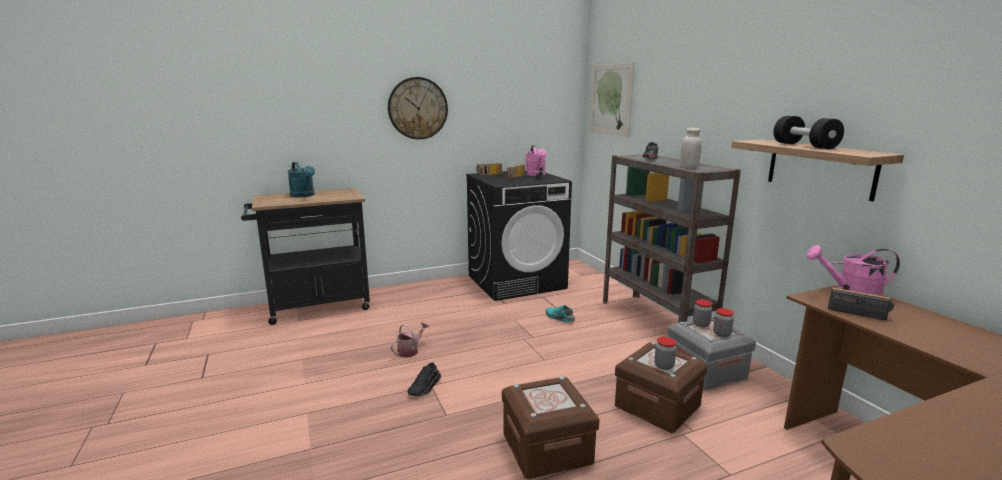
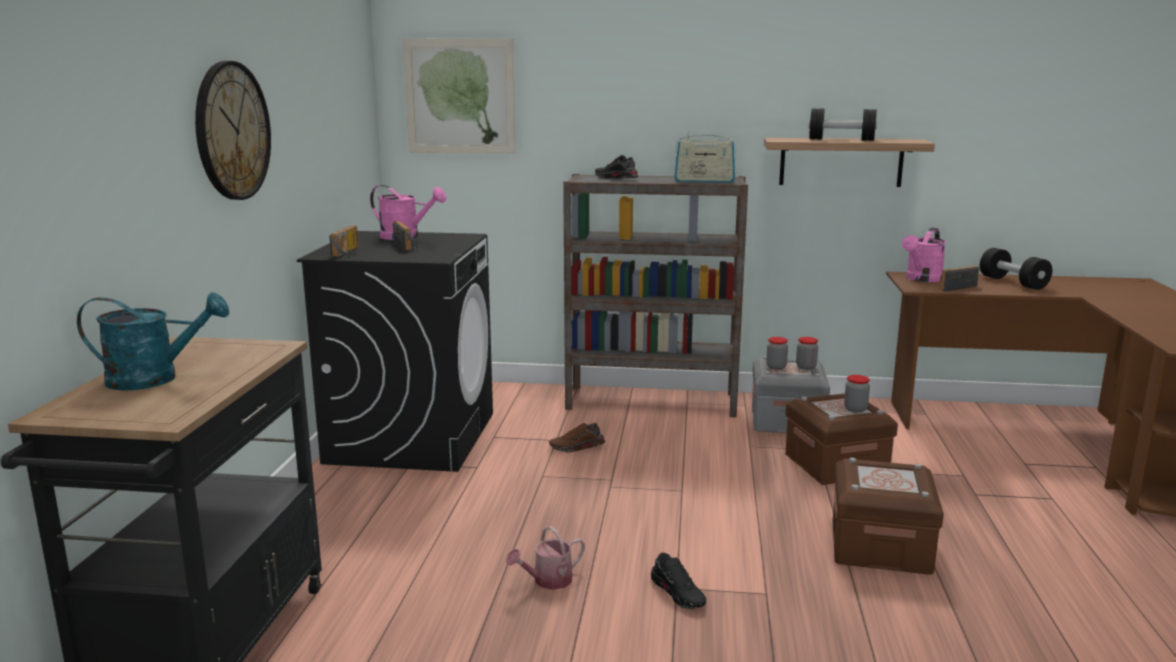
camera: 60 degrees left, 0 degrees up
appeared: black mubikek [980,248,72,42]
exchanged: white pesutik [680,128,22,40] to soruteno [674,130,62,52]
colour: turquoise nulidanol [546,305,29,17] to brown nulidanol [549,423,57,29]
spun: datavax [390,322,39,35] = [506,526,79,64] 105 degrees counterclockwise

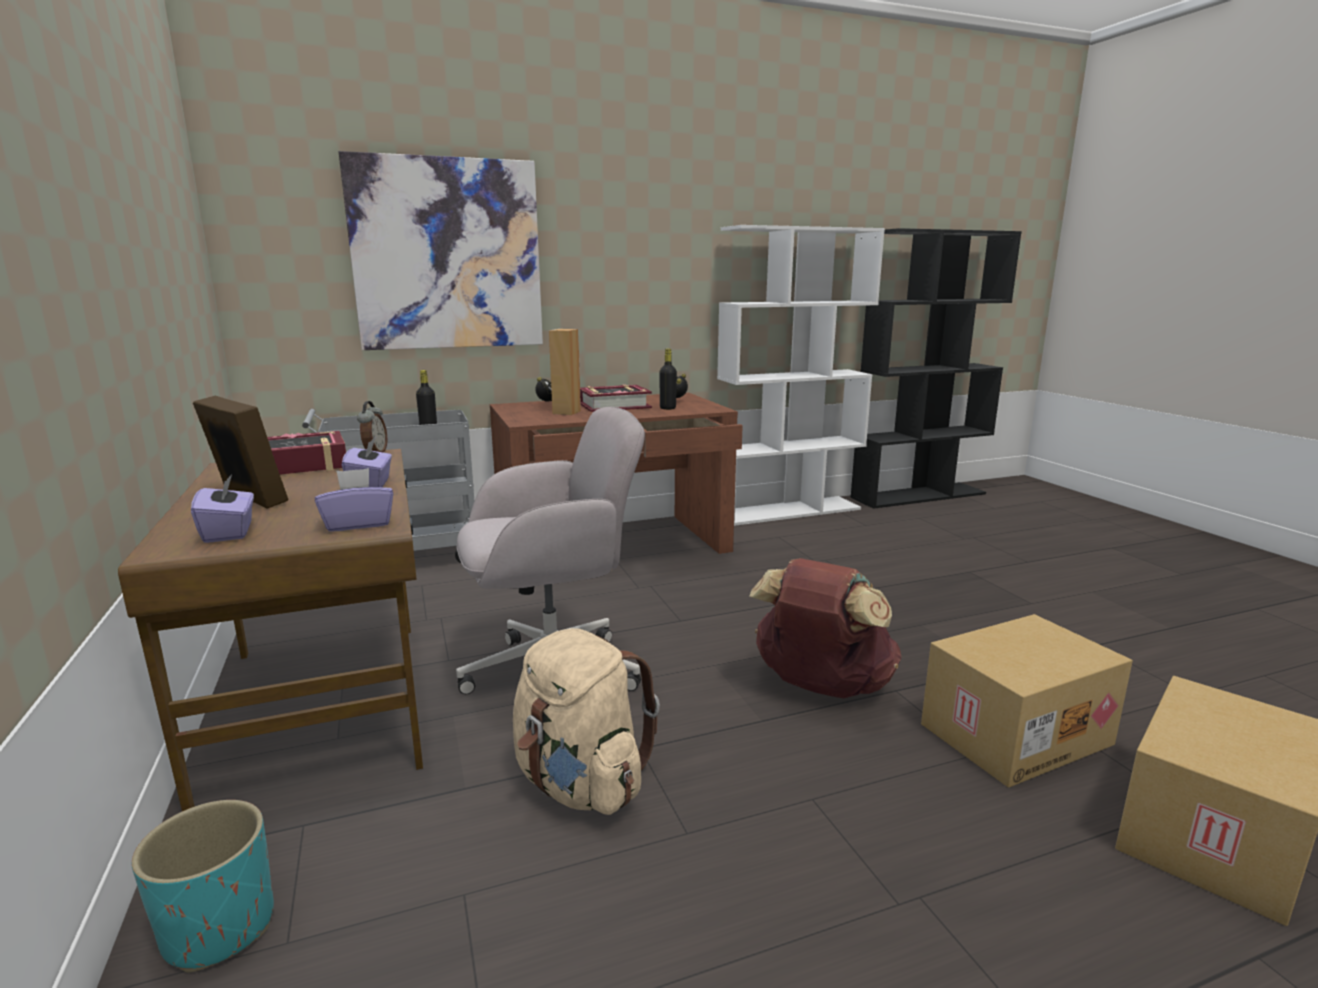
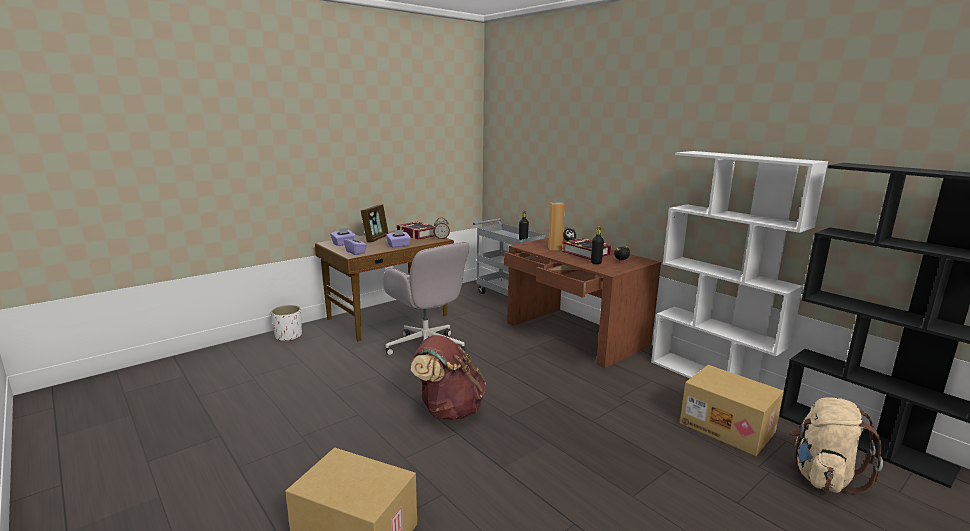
camera: 70 degrees right, 0 degrees up
missing: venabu [339,151,204,199]
relocated: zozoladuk [921,614,212,174] to [680,365,104,91]; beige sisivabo [513,628,147,187] to [790,398,93,96]
colour: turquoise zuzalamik [132,800,142,172] to white zuzalamik [271,305,31,37]

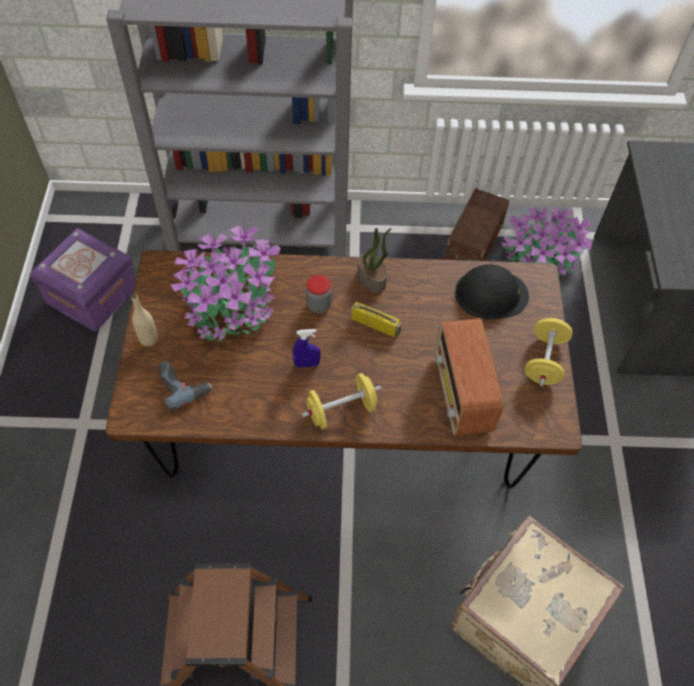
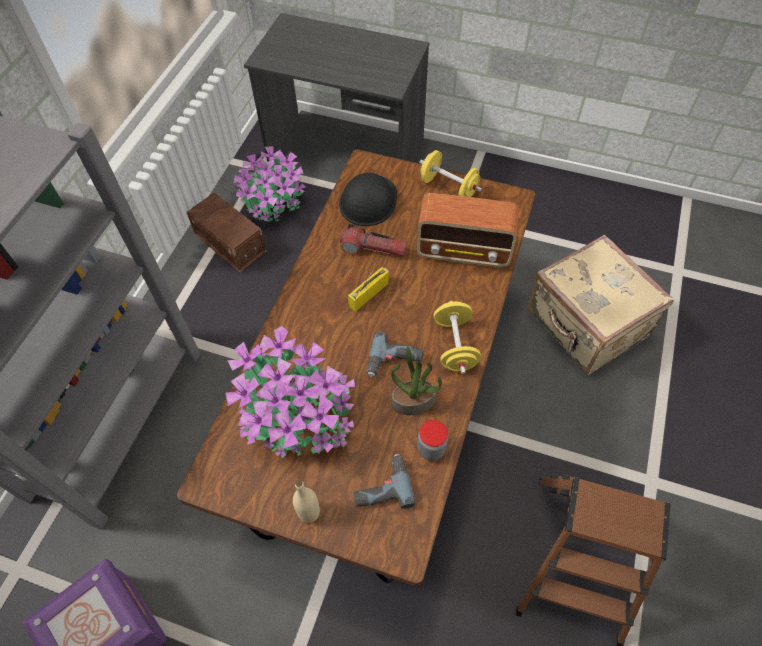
camera: 70 degrees left, 0 degrees up
appeared: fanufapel [340,223,67,34]
relocated: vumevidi [358,228,34,65] to [391,346,51,69]; pesutik [306,275,26,38] to [417,420,31,41]
exchanged: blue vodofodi [293,329,28,38] to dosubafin [367,332,57,45]

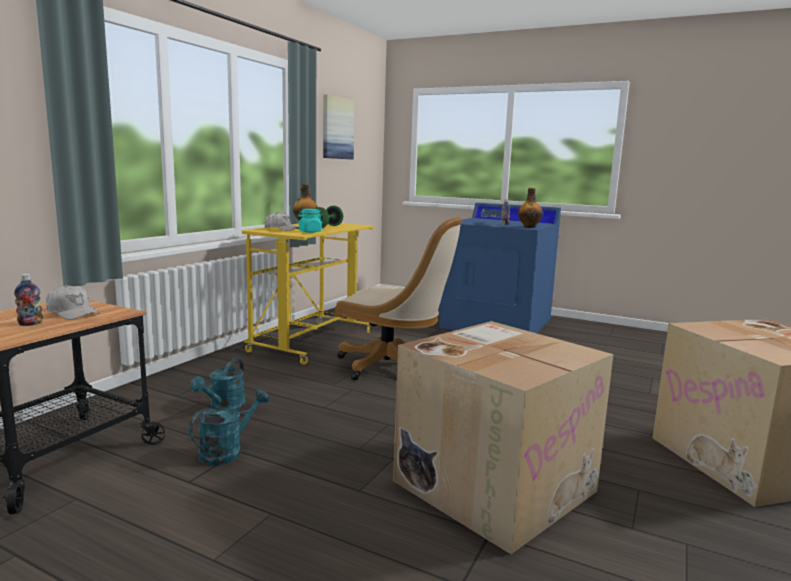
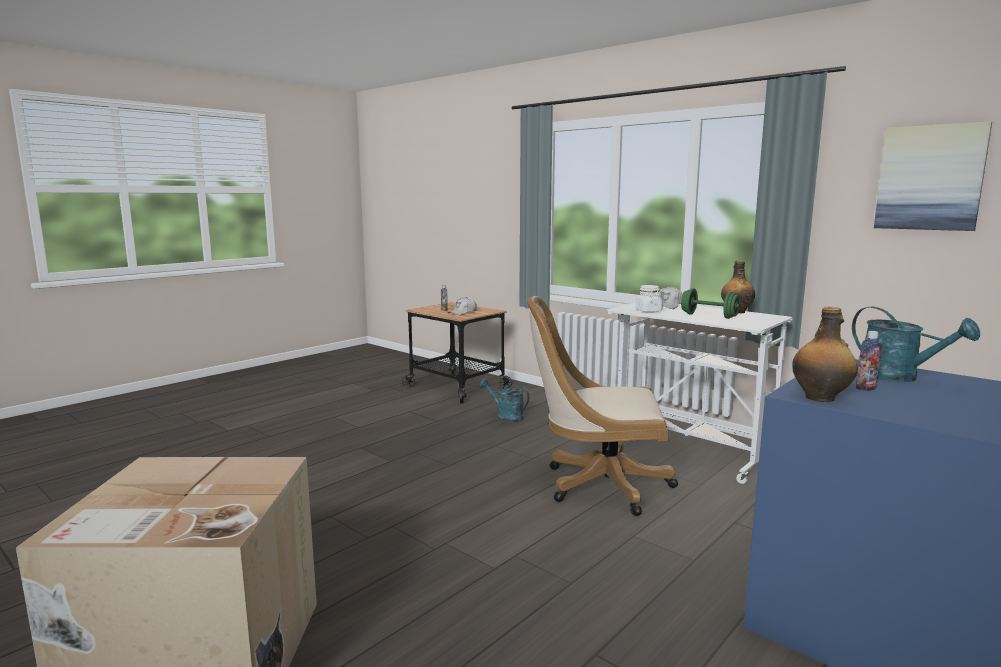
camera: 105 degrees right, 0 degrees up
missing: zozoladuk [393,321,221,233]
relocated: turquoise datavax [189,389,80,77] to [852,307,128,75]
colour: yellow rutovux [242,223,132,142] to white rutovux [607,302,186,182]; turquoise pesutik [298,209,25,24] to white pesutik [635,285,28,28]
spun: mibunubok [334,217,128,163] = [527,296,151,220] 60 degrees clockwise

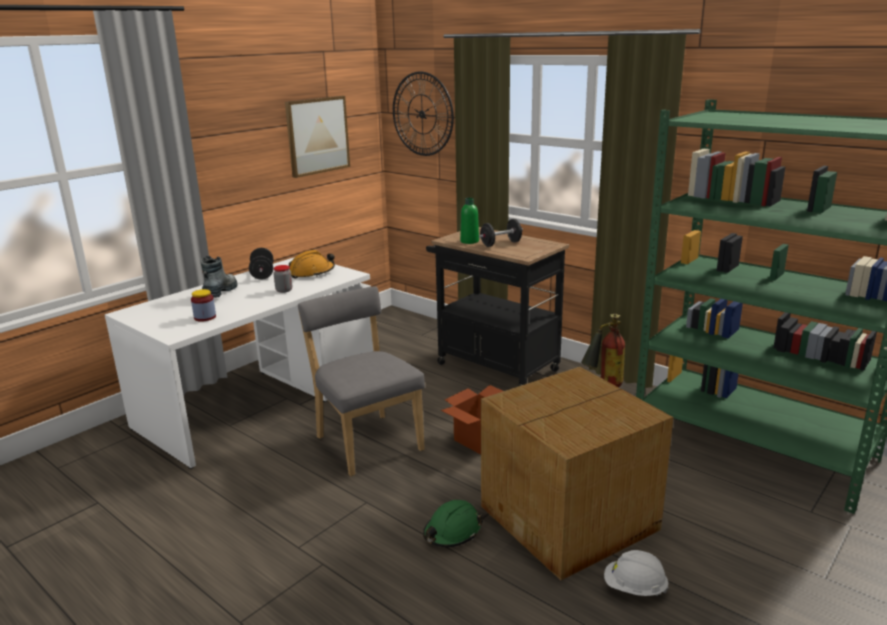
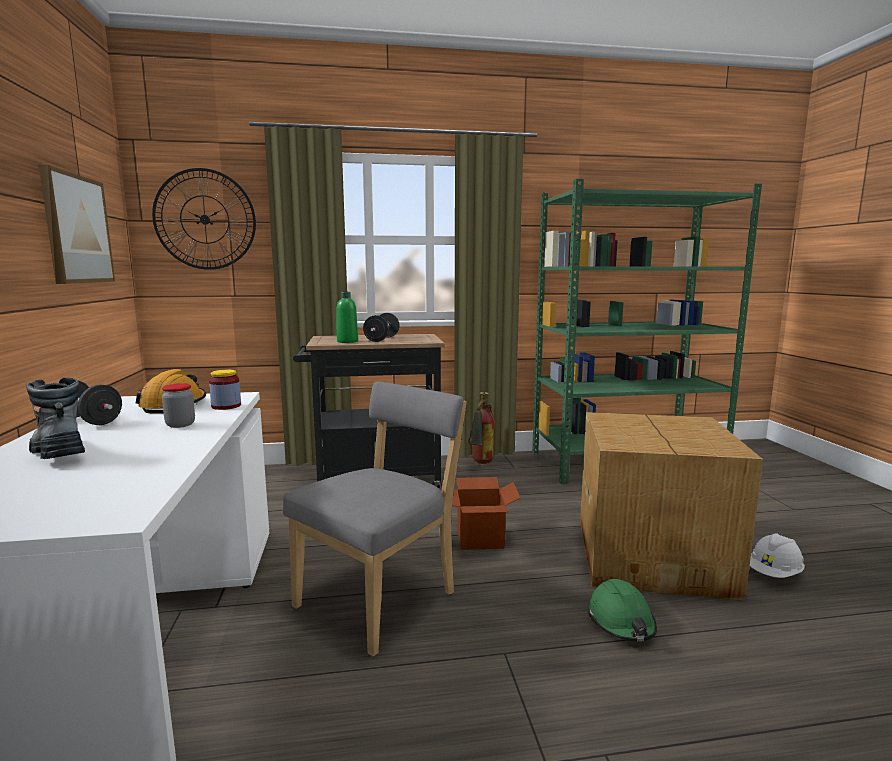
camera: 50 degrees left, 10 degrees down
relocated: pesutik [191,289,25,33] to [209,370,32,40]
spun: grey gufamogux [298,286,127,190] = [283,381,184,275] 120 degrees clockwise

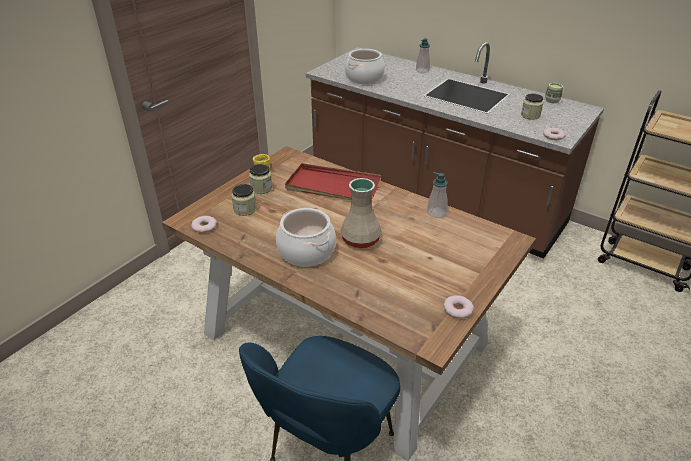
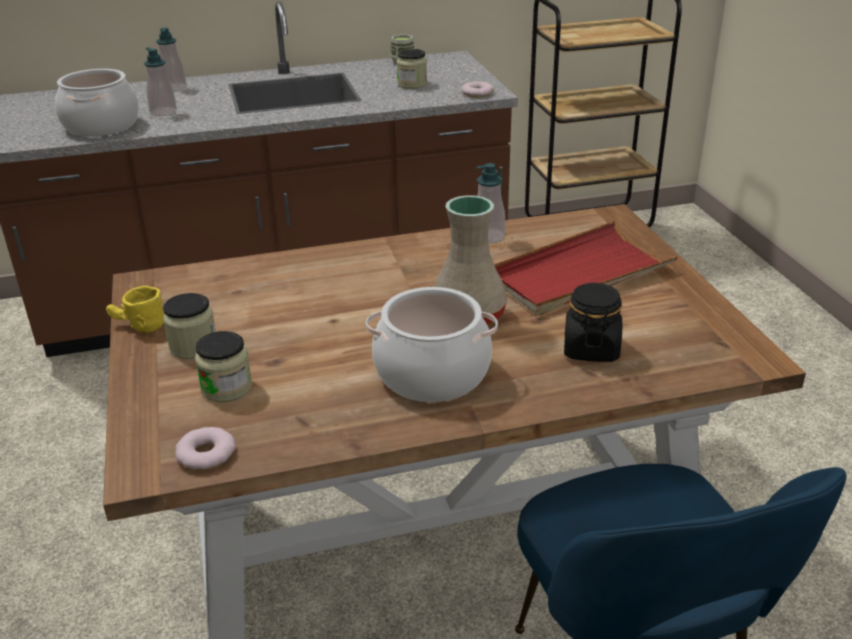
camera: 50 degrees left, 5 degrees down
missing: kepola [443,295,31,23]
appeared: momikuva [144,47,33,70]; black pesutik [564,283,58,79]
relocated: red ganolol [285,163,97,37] to [494,221,184,94]

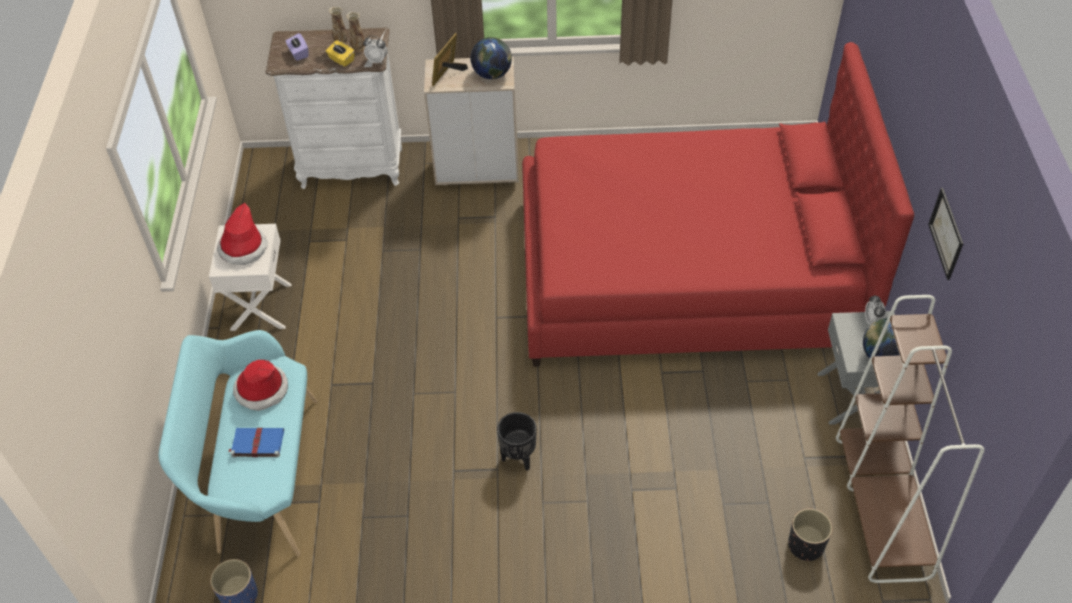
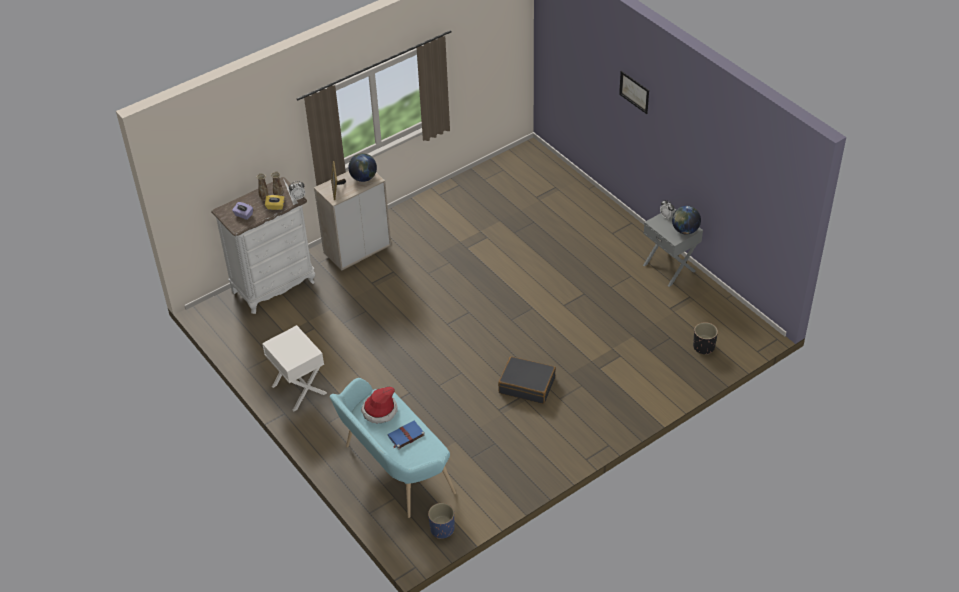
camera: 35 degrees left, 5 degrees down
missing: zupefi [217,203,51,62]; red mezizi [522,42,393,325]; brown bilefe [836,295,149,288]
relocated: venabu [928,188,35,92] to [619,71,30,43]
exchanged: black zuzalamik [497,412,40,58] to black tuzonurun [498,356,58,48]

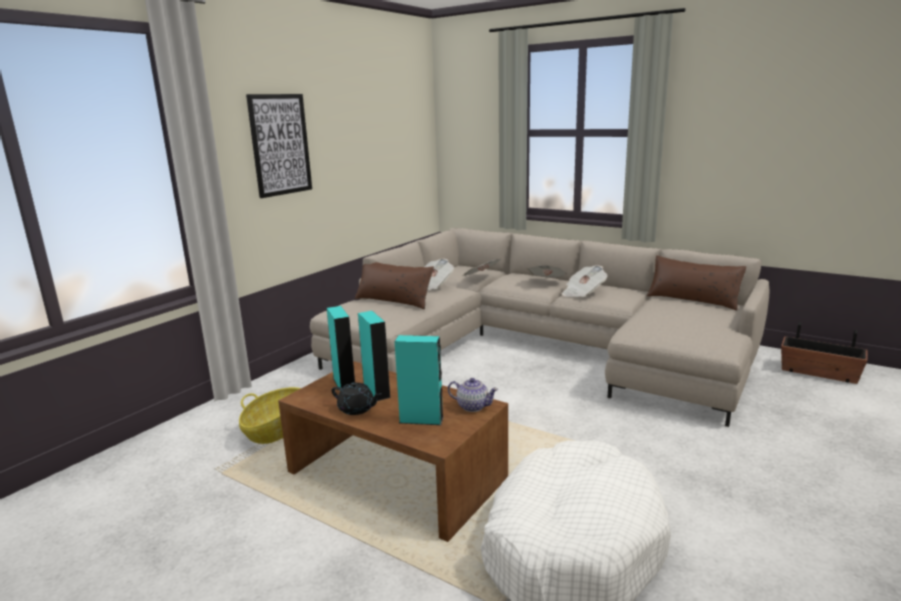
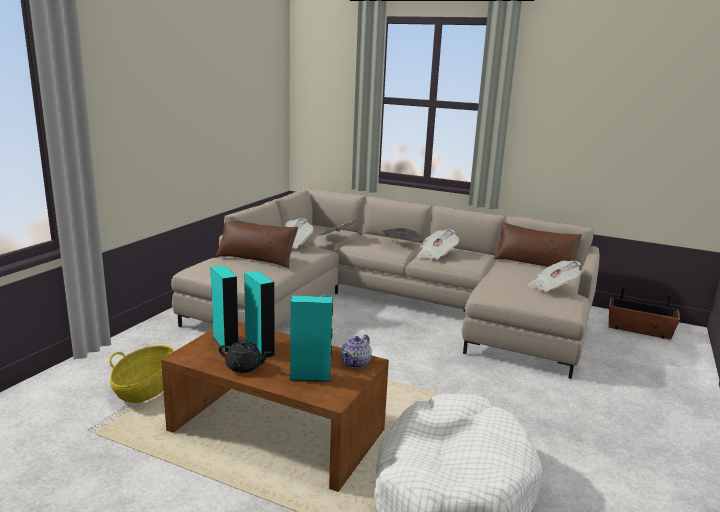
camera: 10 degrees left, 0 degrees up
missing: venabu [246,94,66,104]
appeared: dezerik [528,261,53,31]
spun: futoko [448,378,50,34] = [341,335,31,33] 105 degrees clockwise

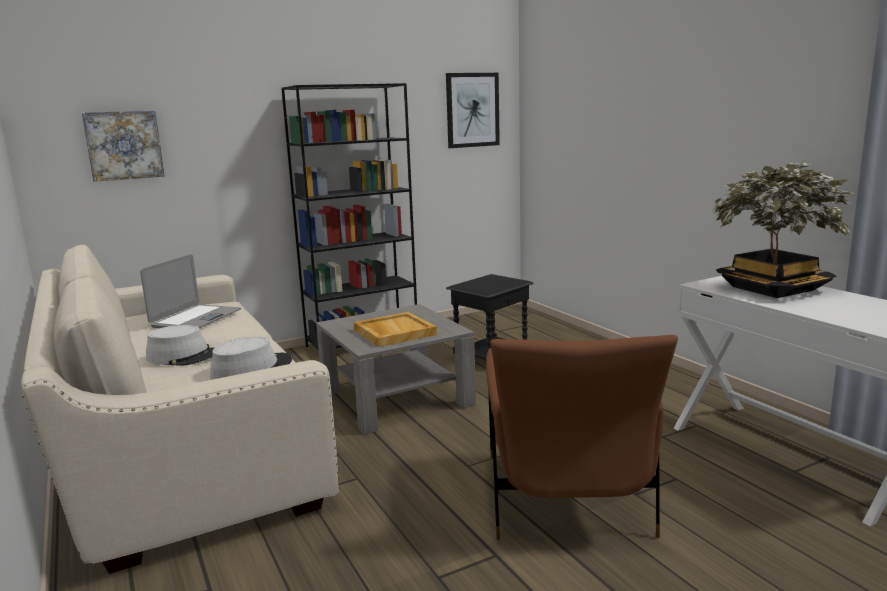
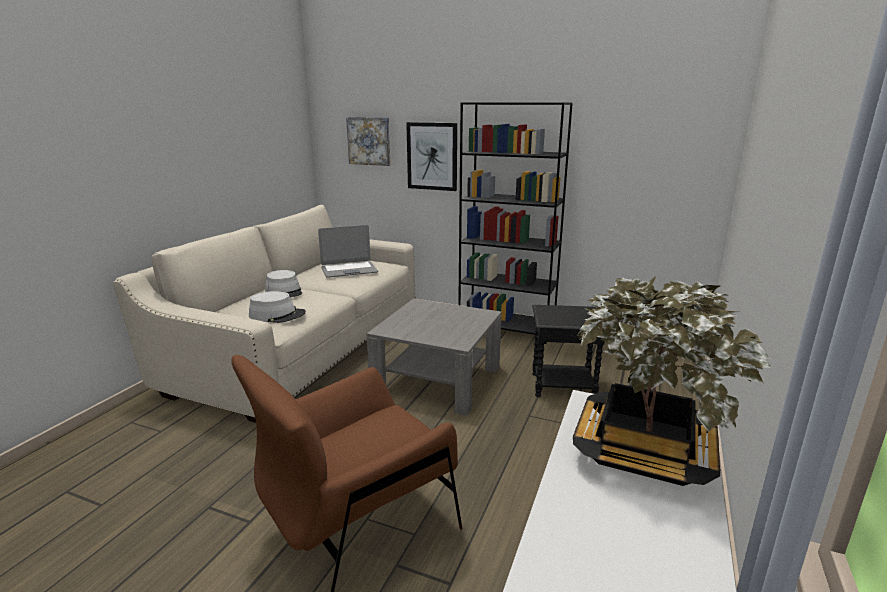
camera: 50 degrees right, 5 degrees up
missing: beige ganolol [354,312,83,35]
relocated: venabu [446,73,54,75] to [406,122,51,69]

